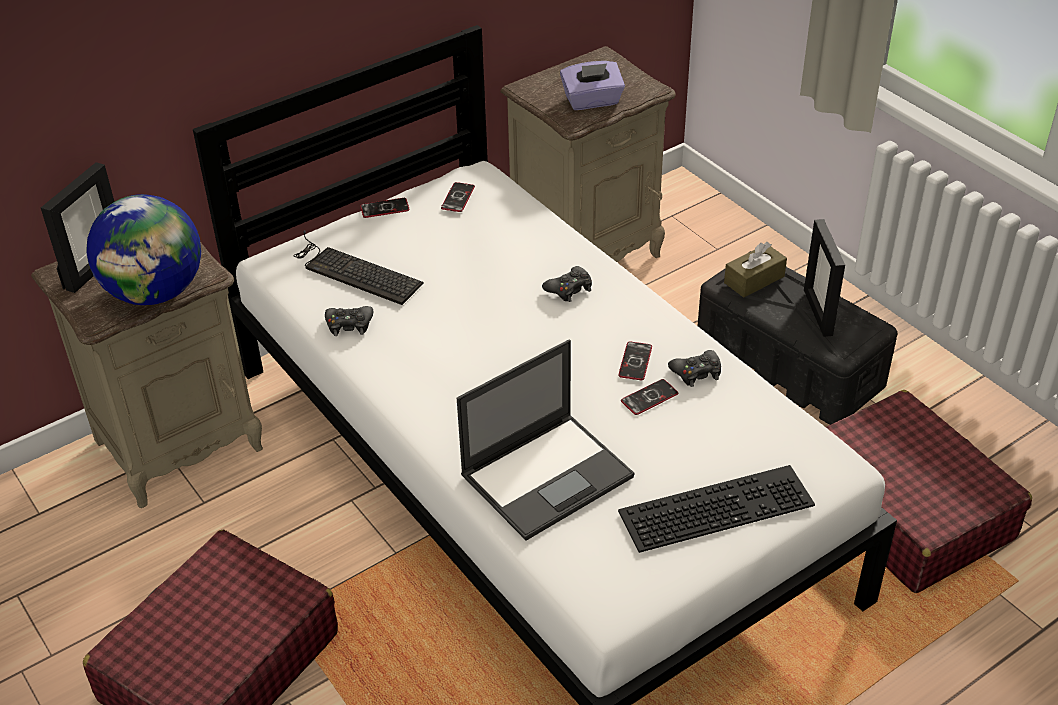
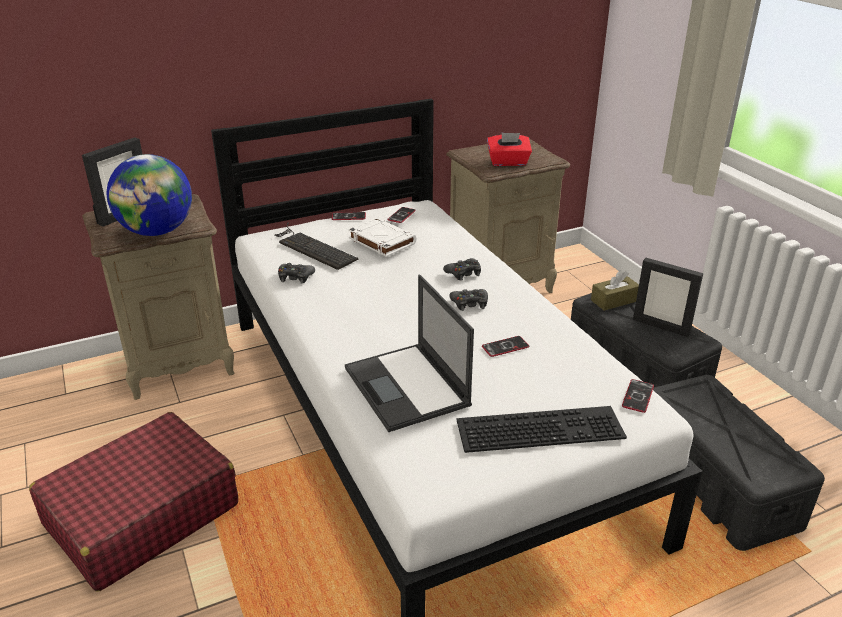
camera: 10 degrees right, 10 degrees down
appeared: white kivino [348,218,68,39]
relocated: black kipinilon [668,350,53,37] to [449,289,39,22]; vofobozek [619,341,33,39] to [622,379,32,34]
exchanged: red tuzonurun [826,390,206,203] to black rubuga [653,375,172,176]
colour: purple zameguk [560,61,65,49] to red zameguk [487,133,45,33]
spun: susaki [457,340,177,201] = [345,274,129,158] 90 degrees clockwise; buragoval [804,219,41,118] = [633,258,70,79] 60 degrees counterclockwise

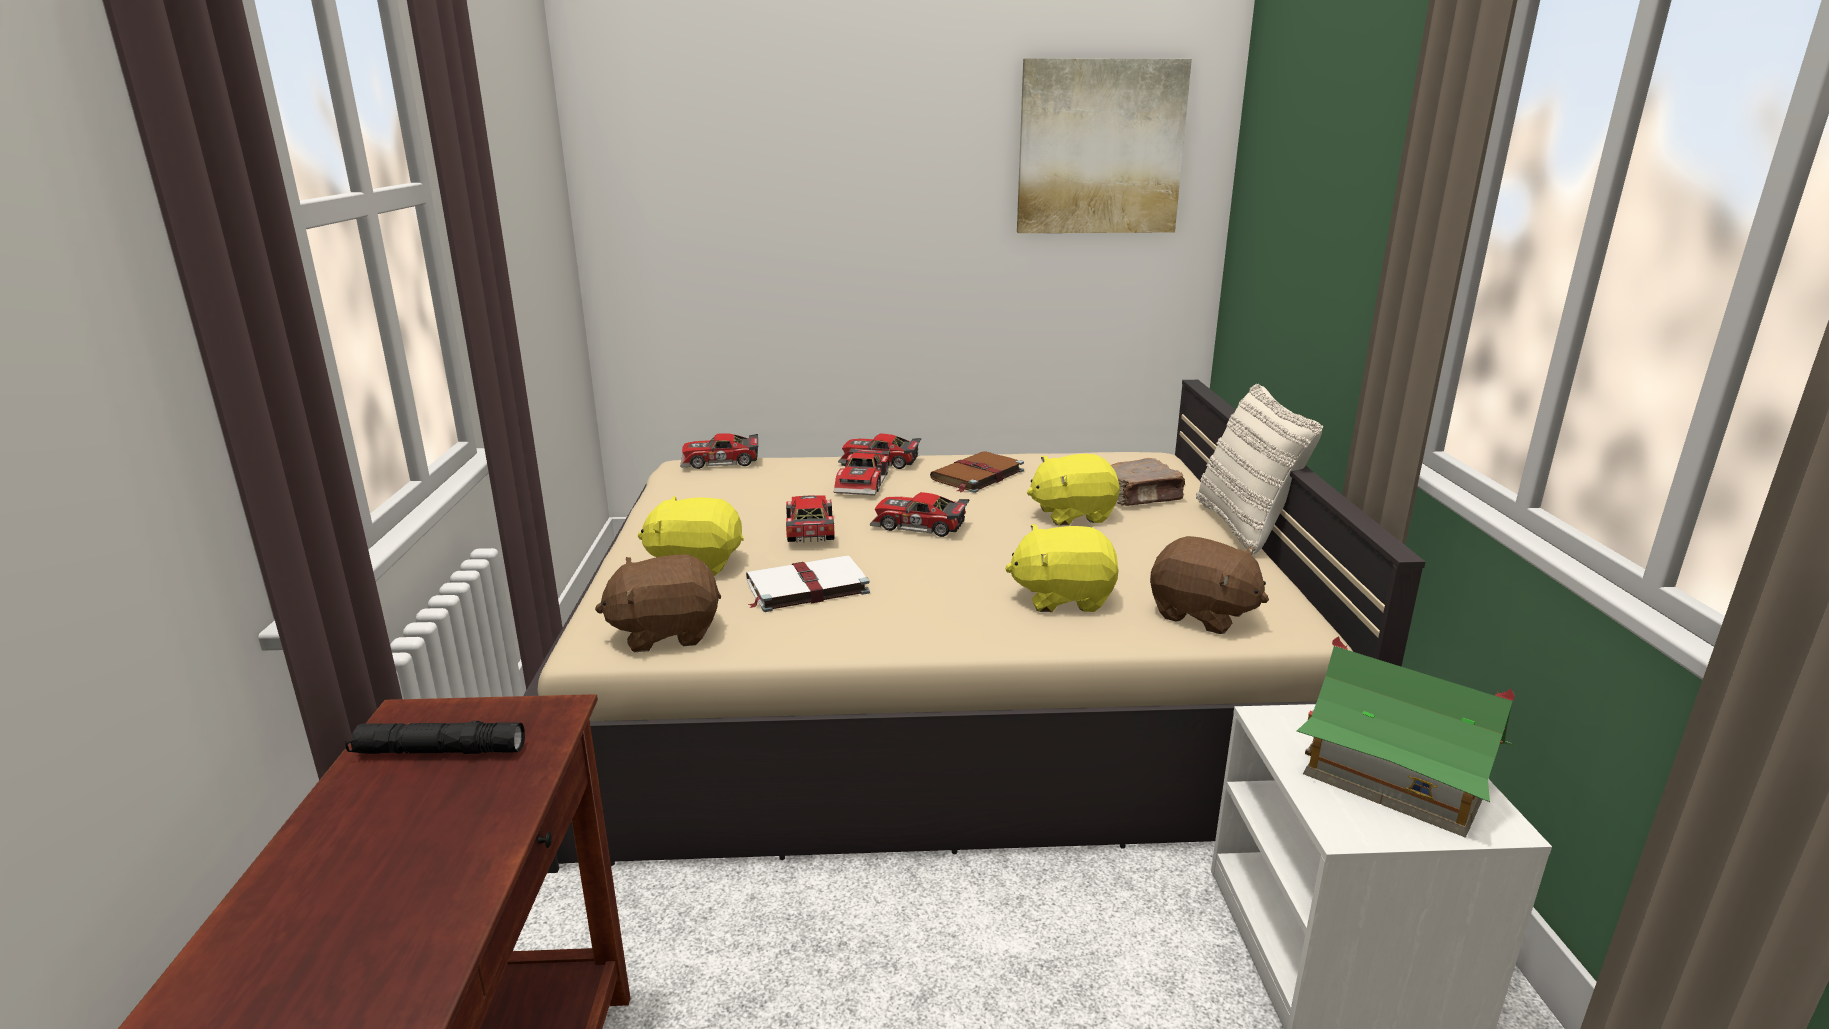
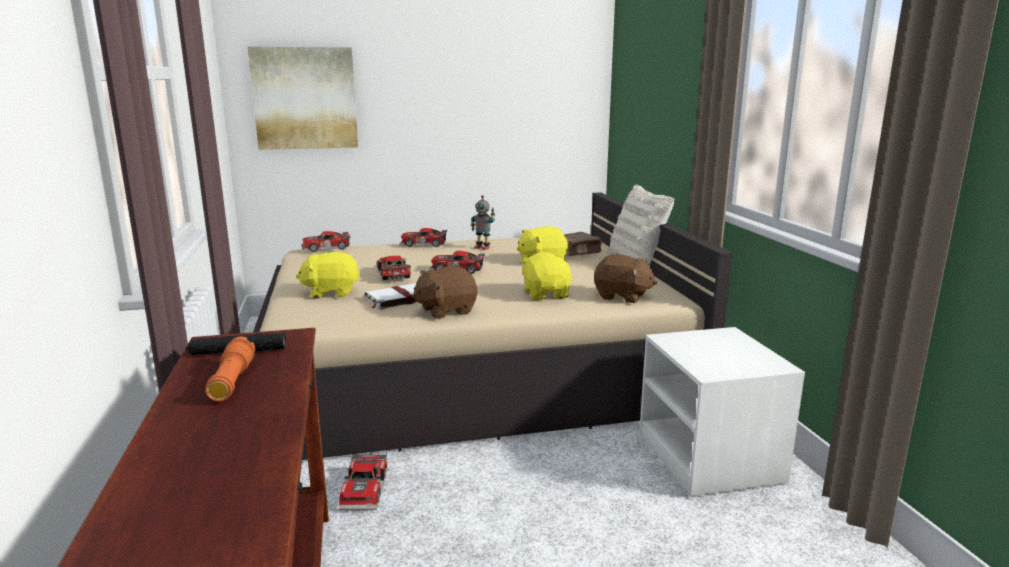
camera: 10 degrees left, 5 degrees down
missing: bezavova [1297,636,218,202]
appeared: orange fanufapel [205,337,50,65]
relocated: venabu [1017,58,175,175] to [248,46,110,104]; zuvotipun [834,448,56,47] to [339,454,48,56]; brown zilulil [595,554,126,98] to [412,266,66,53]
exchanged: brown kivino [930,451,94,42] to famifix [471,195,24,55]
spun: yellow zilulil [1005,524,113,88] = [520,252,52,48] 90 degrees clockwise

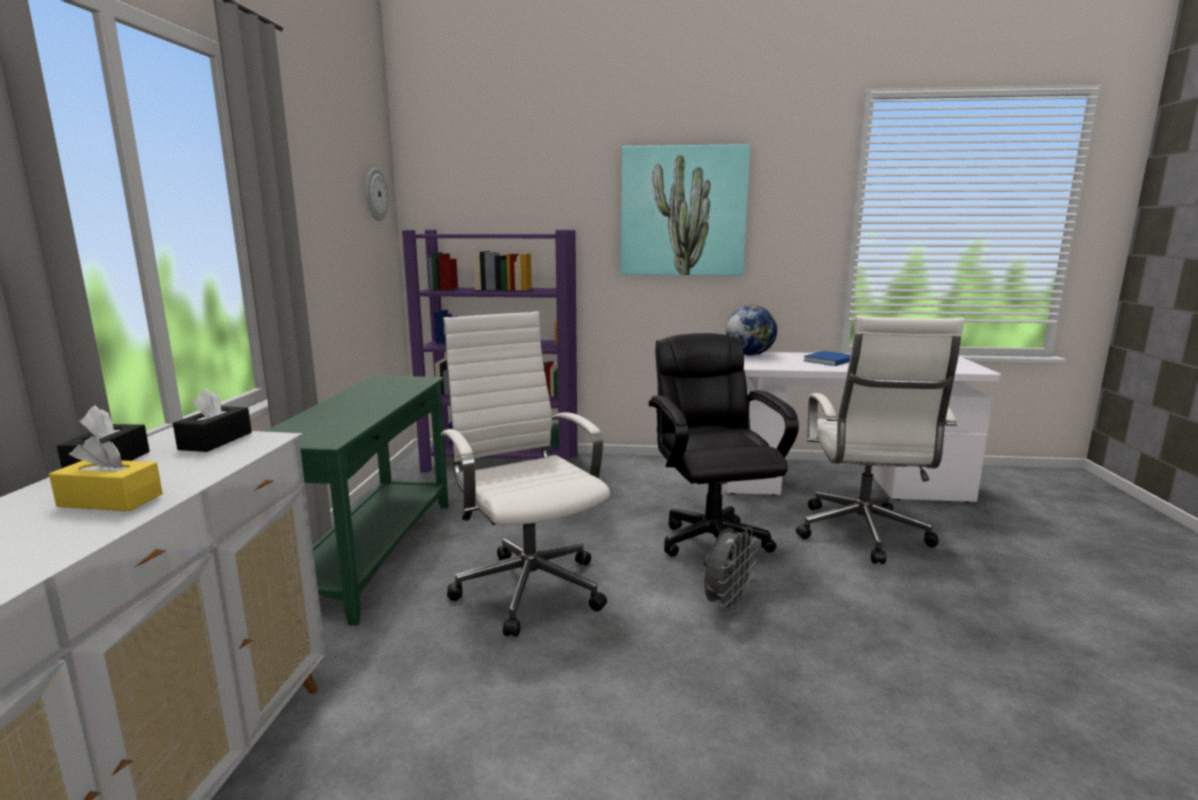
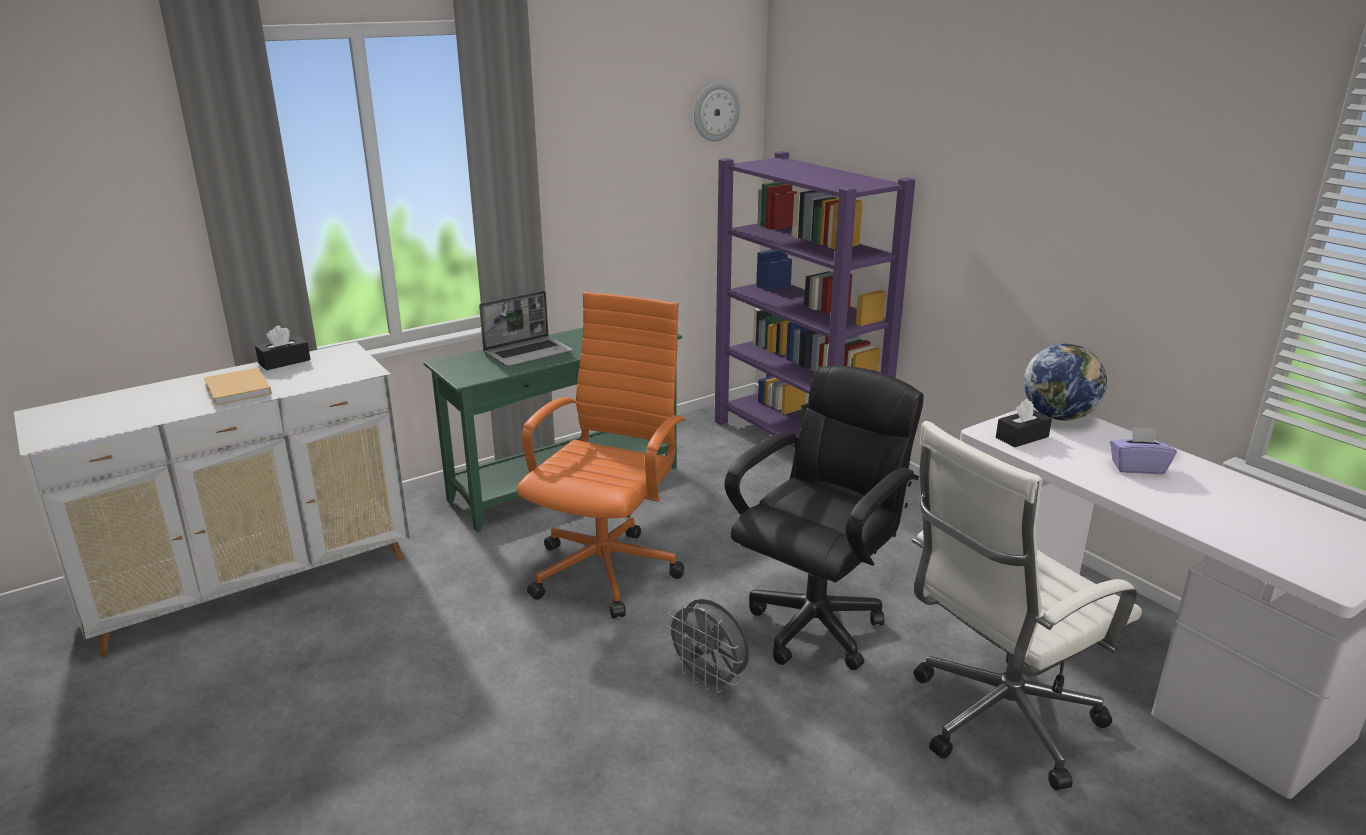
camera: 50 degrees right, 10 degrees up
missing: venabu [621,144,129,132]
appeared: susaki [479,291,94,76]
relocated: black zameguk [173,389,79,63] to [996,399,56,48]
exchanged: yellow zameguk [49,436,114,75] to beige kivino [204,367,68,39]; blue kivino [803,351,48,15] to purple zameguk [1110,427,67,47]
colour: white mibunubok [441,311,169,326] to orange mibunubok [517,292,169,327]
spun: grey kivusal [704,527,54,87] = [664,599,85,94] 45 degrees clockwise

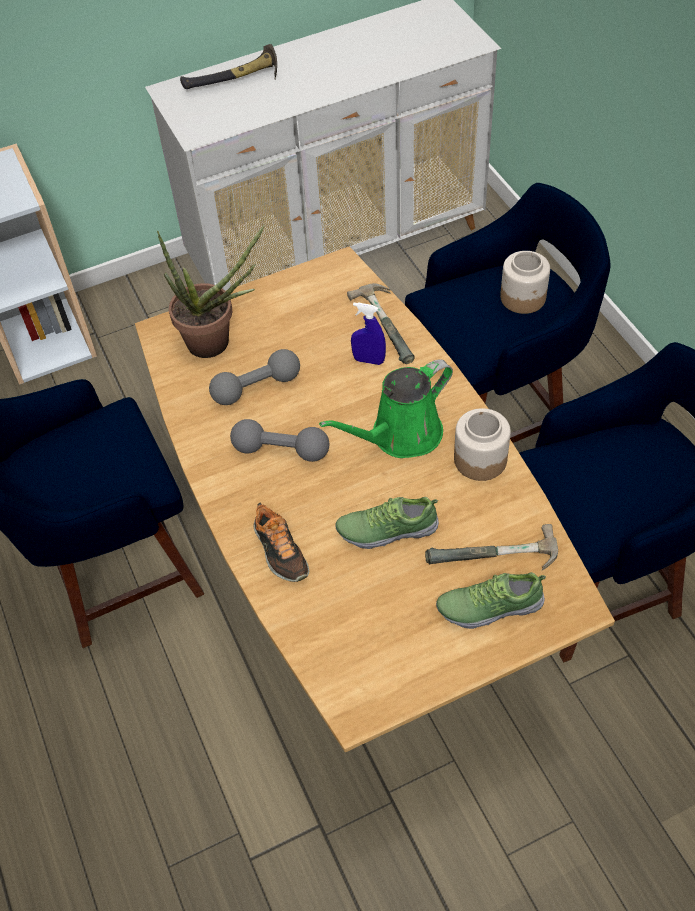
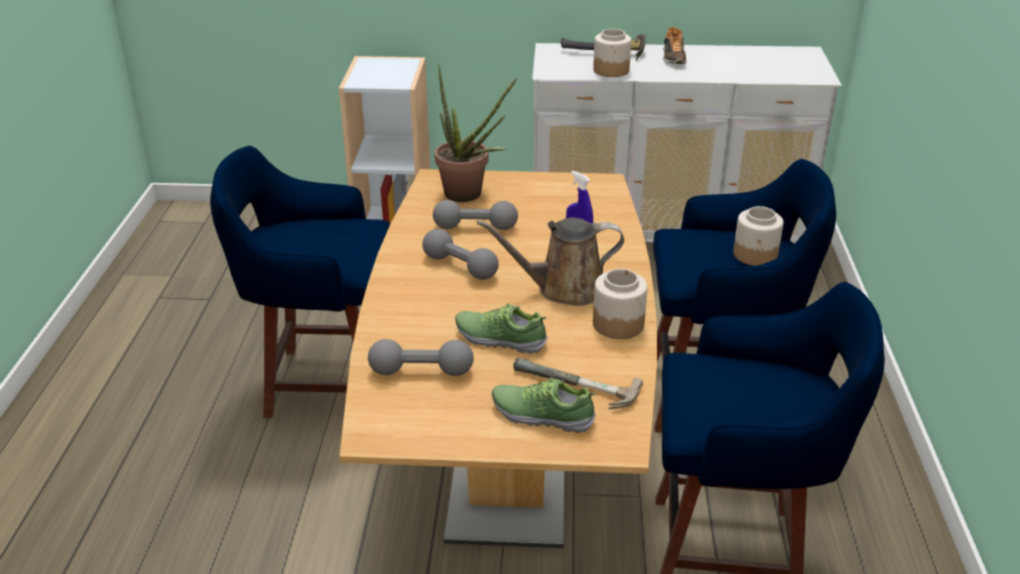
camera: 25 degrees right, 20 degrees down
missing: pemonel [347,283,67,81]
appeared: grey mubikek [368,339,106,37]; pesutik [593,29,38,48]
relocated: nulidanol [254,503,55,79] to [663,27,24,37]
colour: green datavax [319,359,134,99] to brown datavax [477,217,147,89]

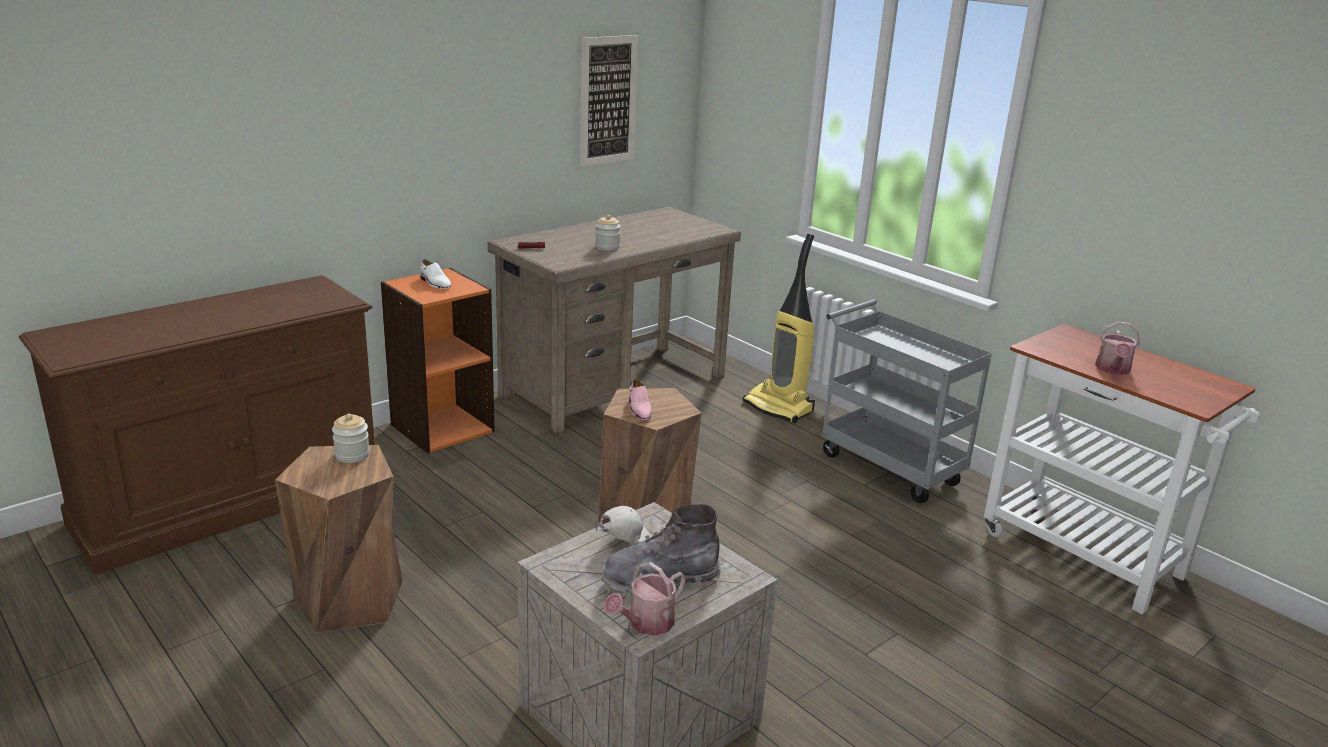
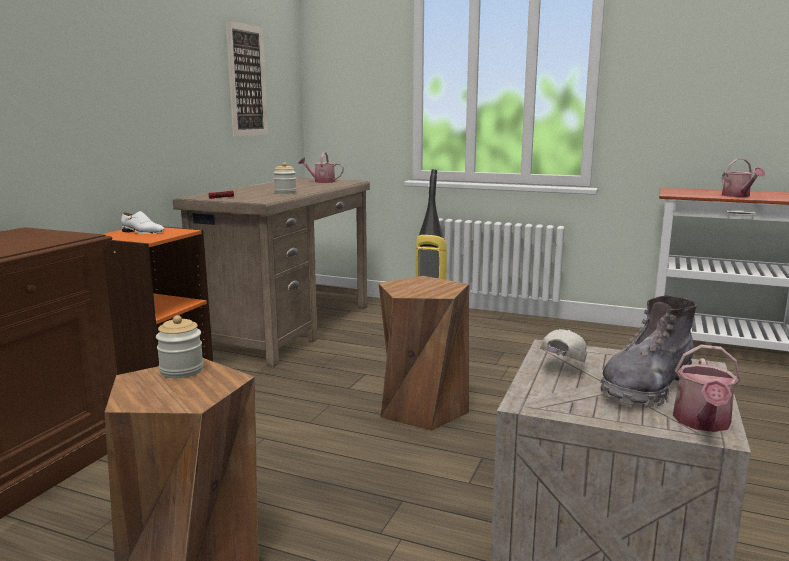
camera: 25 degrees left, 10 degrees down
missing: pink nulidanol [629,378,22,42]; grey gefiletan [822,299,170,204]
appeared: datavax [298,152,46,31]

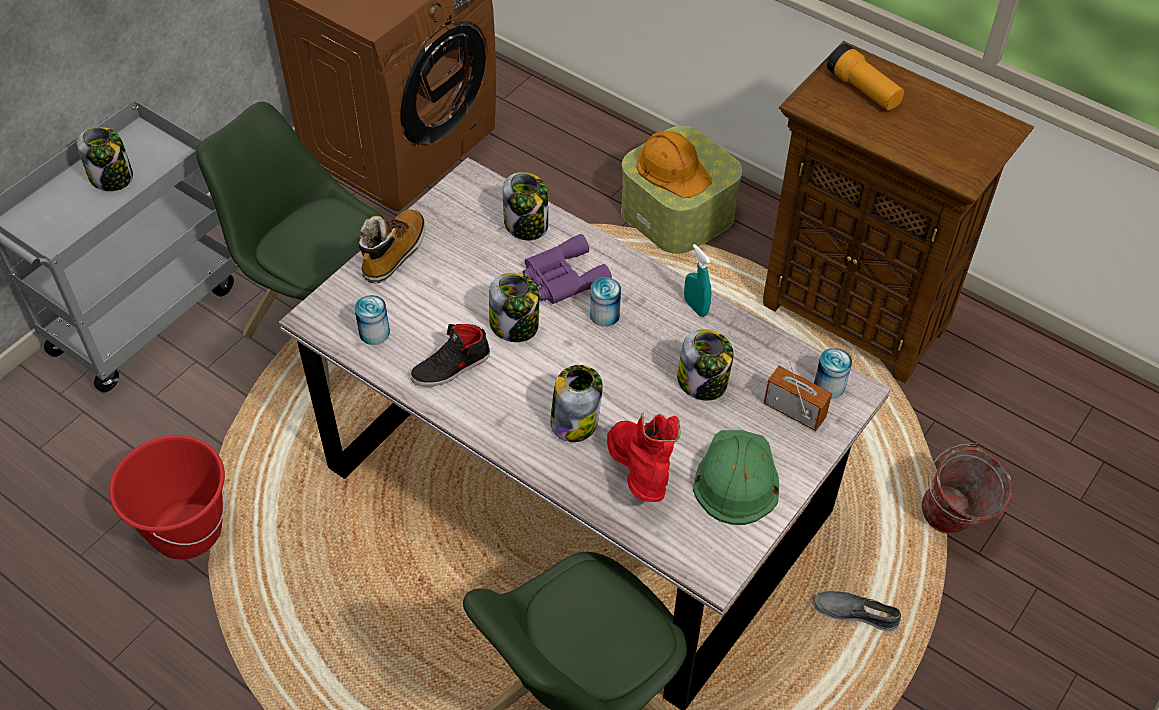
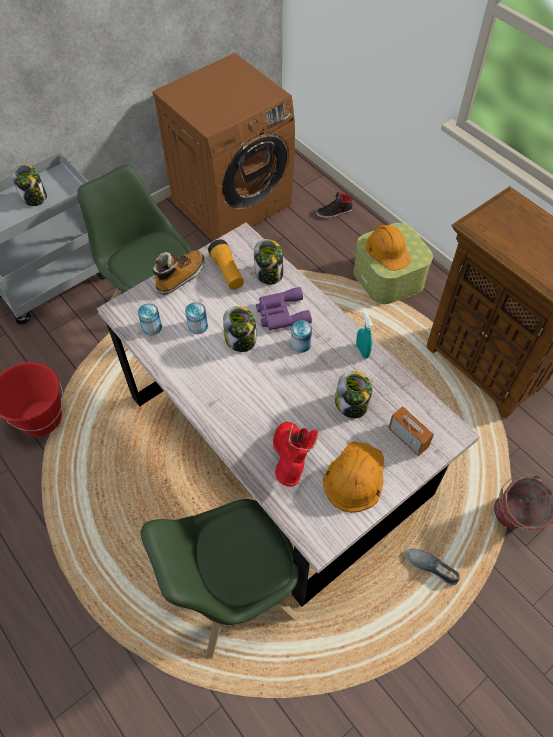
camera: 15 degrees right, 5 degrees up
missing: pesutik [550,365,53,77]
relocated: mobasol [814,348,38,50] to [185,302,23,32]; fanufapel [827,44,77,67] to [208,239,36,51]; black nulidanol [410,324,80,63] to [316,192,37,26]
colour: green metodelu [693,430,86,95] to orange metodelu [323,441,61,72]

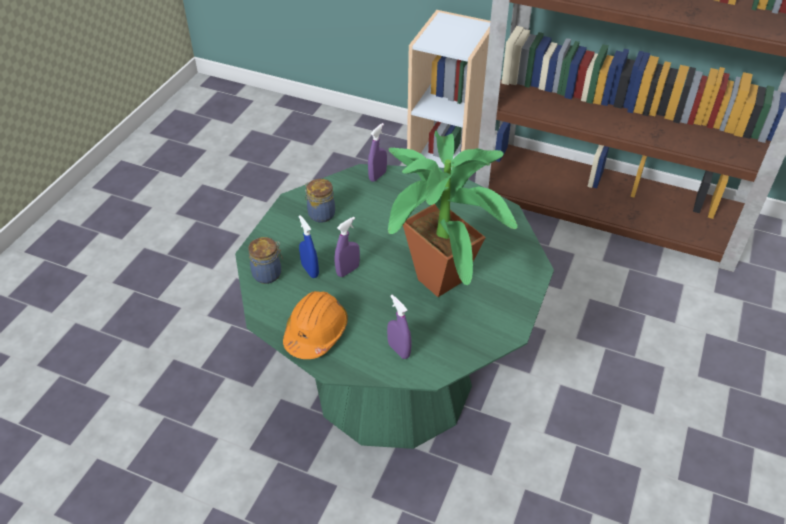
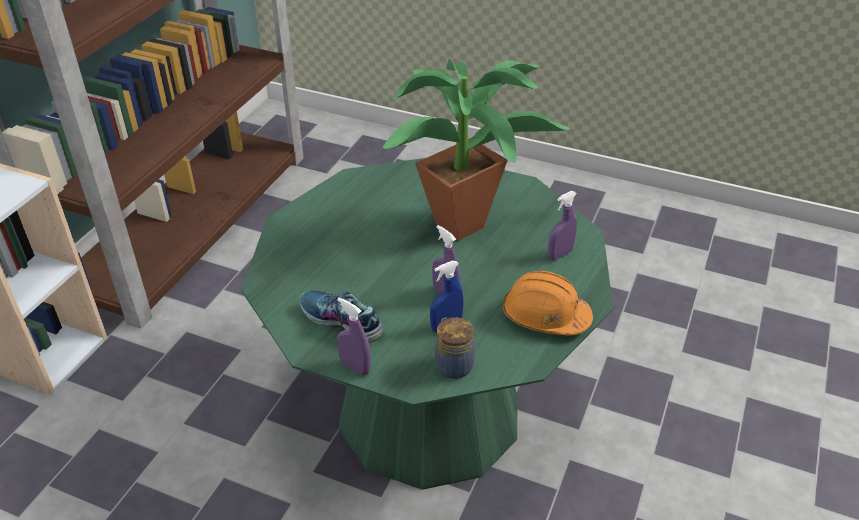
camera: 90 degrees left, 5 degrees down
relocated: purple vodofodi [368,123,19,59] to [337,297,34,78]
exchanged: pesutik [305,179,30,44] to nulidanol [300,291,84,52]

